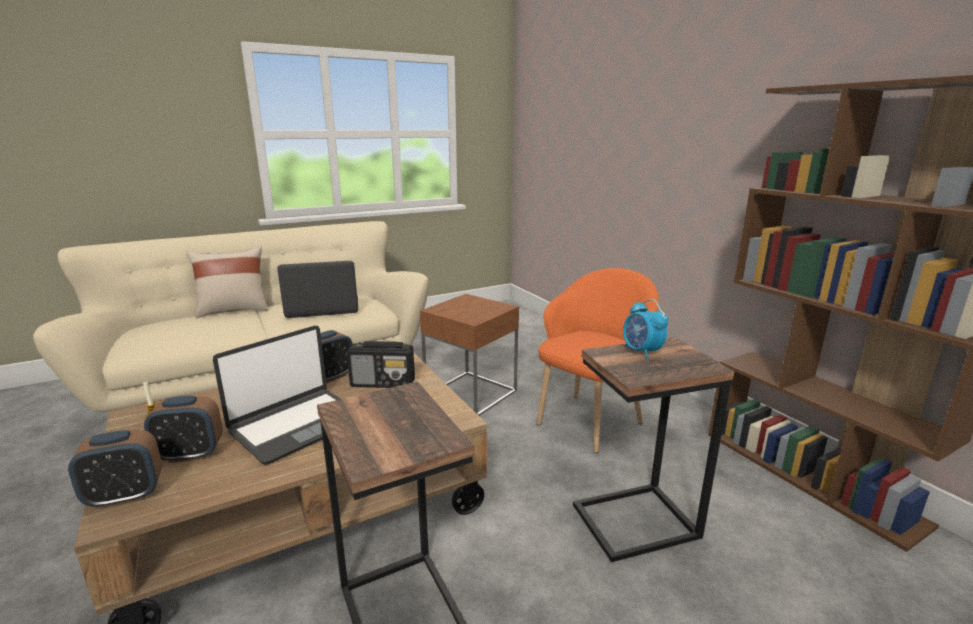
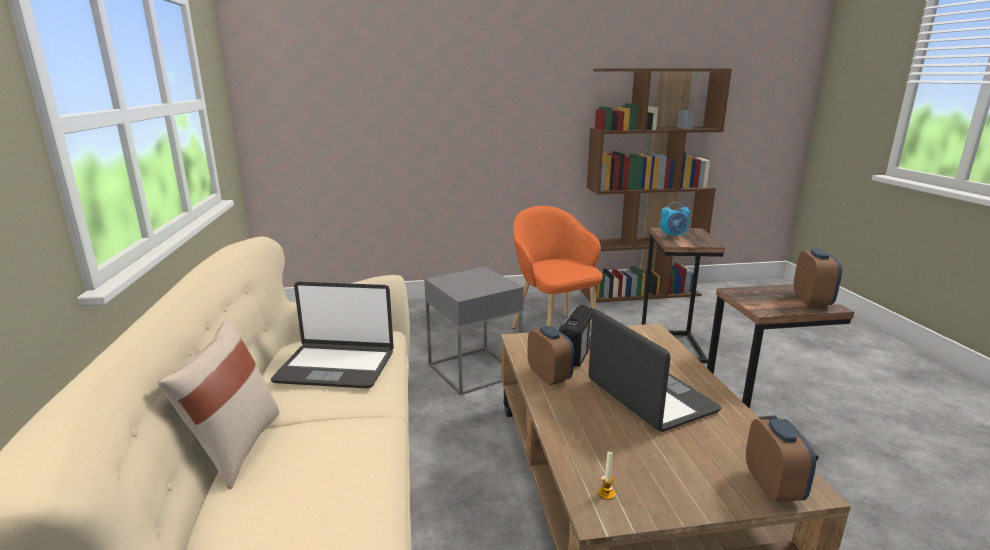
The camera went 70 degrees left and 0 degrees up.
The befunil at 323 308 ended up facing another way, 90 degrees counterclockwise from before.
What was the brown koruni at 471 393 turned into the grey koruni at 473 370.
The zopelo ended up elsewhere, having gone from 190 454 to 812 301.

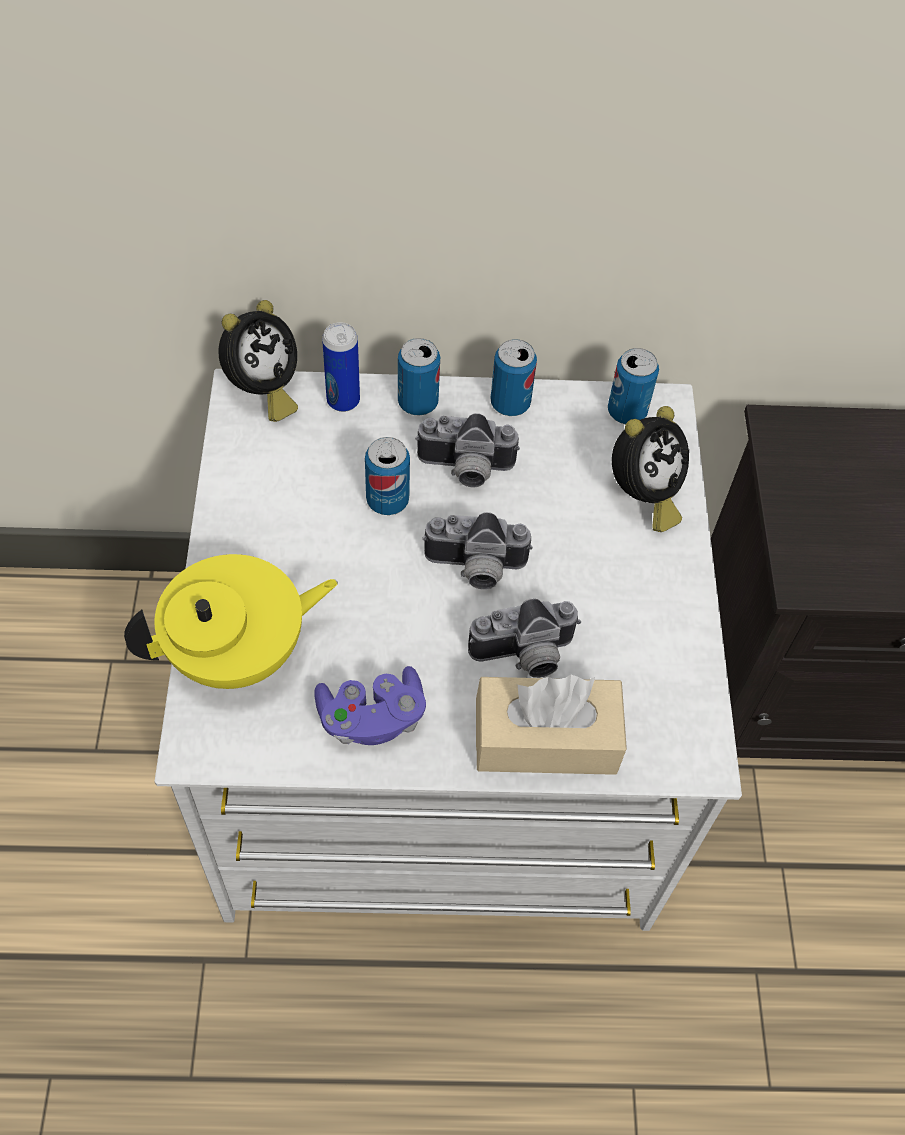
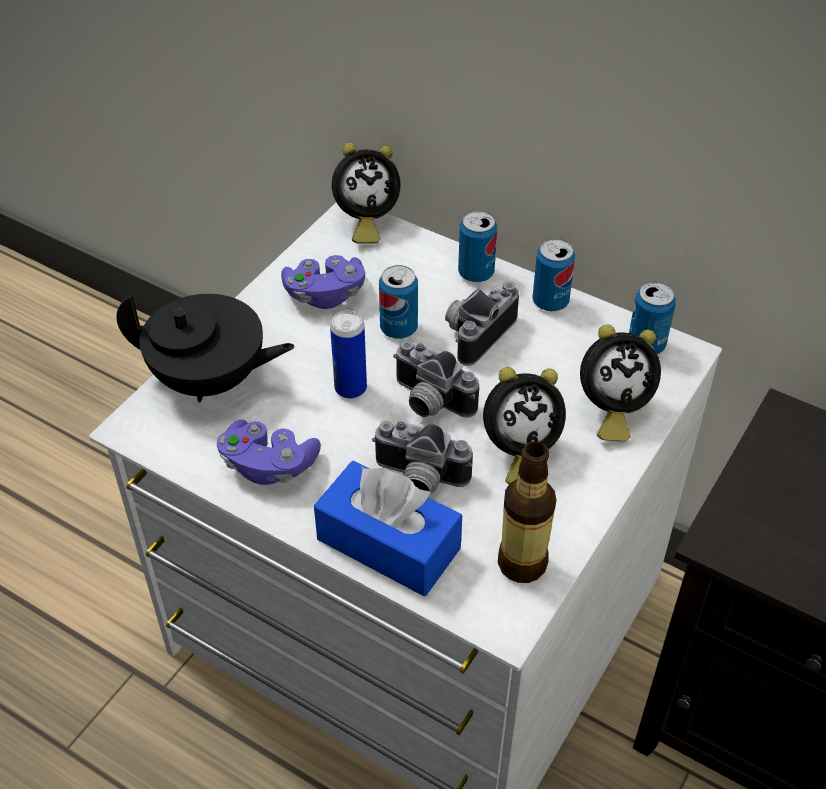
The camera went 35 degrees right and 10 degrees down.
The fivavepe ended up elsewhere, having gone from 343 400 to 350 388.
The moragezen at 465 470 ended up facing another way, 90 degrees clockwise from before.
What was the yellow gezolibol at 239 652 turned into the black gezolibol at 211 380.
What was the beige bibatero at 545 739 turned into the blue bibatero at 388 544.
The second view gained the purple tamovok at 325 294.
The second view gained the zopelo at 518 452.
The second view gained the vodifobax at 522 563.

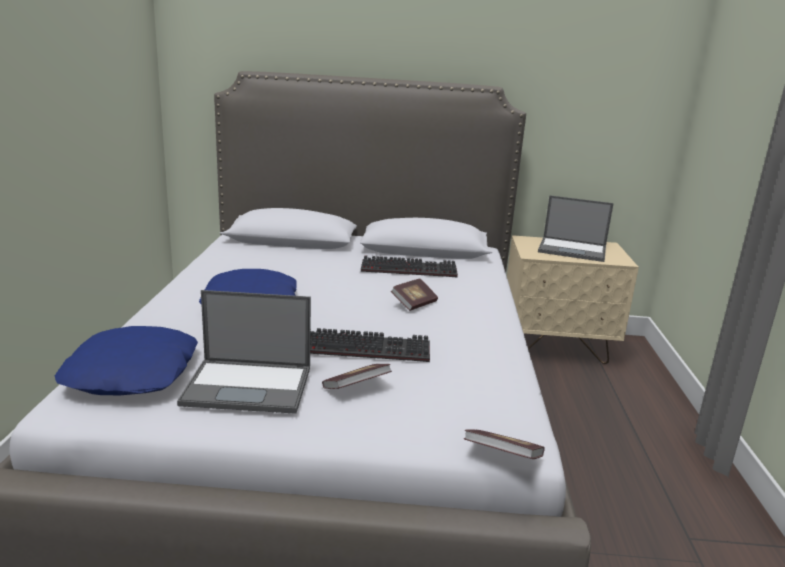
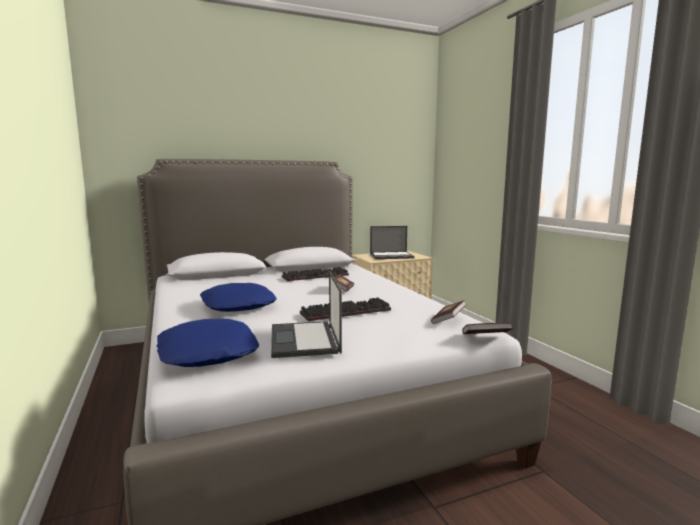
The camera went 25 degrees left and 10 degrees down.
The befunil at 250 386 ended up facing another way, 105 degrees clockwise from before.
The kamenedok ended up elsewhere, having gone from 356 388 to 448 320.

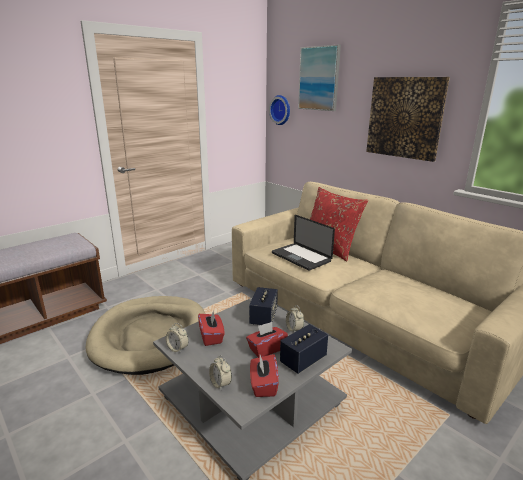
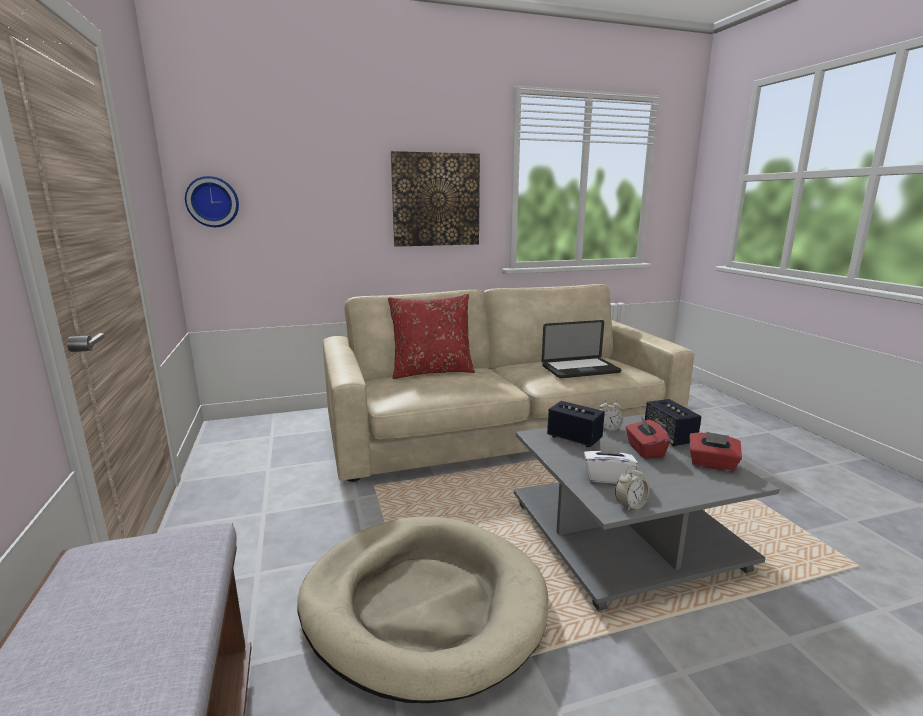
The camera went 65 degrees left and 5 degrees down.
The second view lost the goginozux at 319 78.
The befunil ended up elsewhere, having gone from 301 257 to 580 369.
What was the red bibatero at 211 337 turned into the white bibatero at 608 477.
The second view lost the zopelo at 220 384.

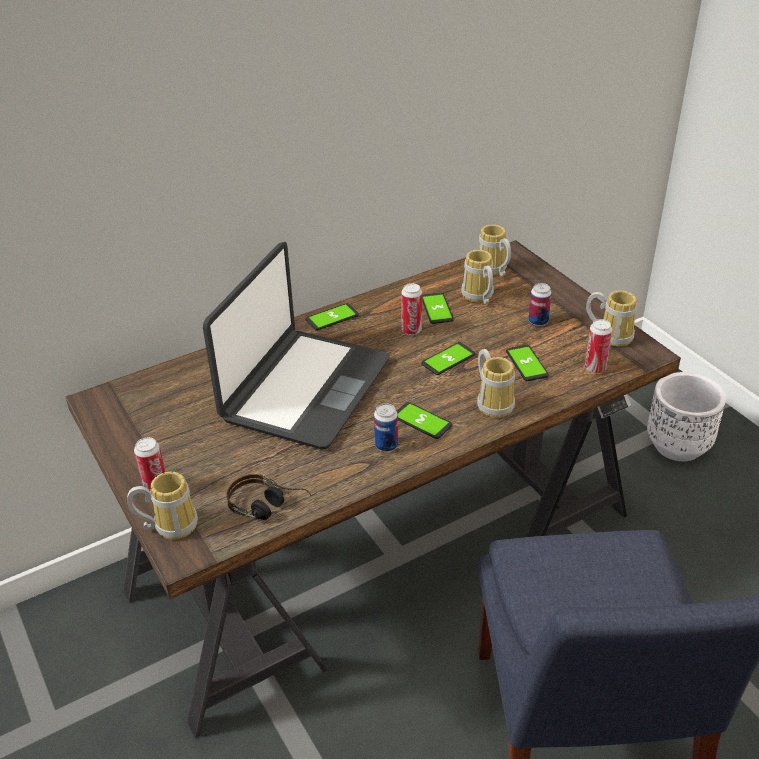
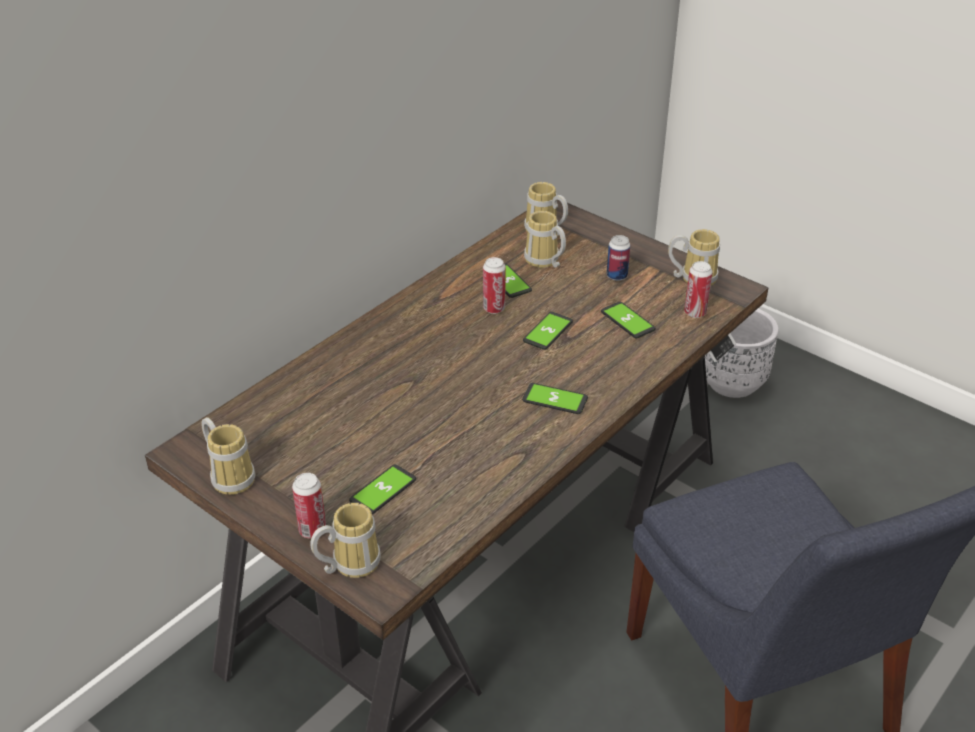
The camera went 20 degrees left and 0 degrees up.
The second view lost the befunil at 304 389.
The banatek ended up elsewhere, having gone from 332 318 to 383 490.
The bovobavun ended up elsewhere, having gone from 494 402 to 232 476.
The second view lost the fivavepe at 386 445.
The second view lost the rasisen at 269 507.

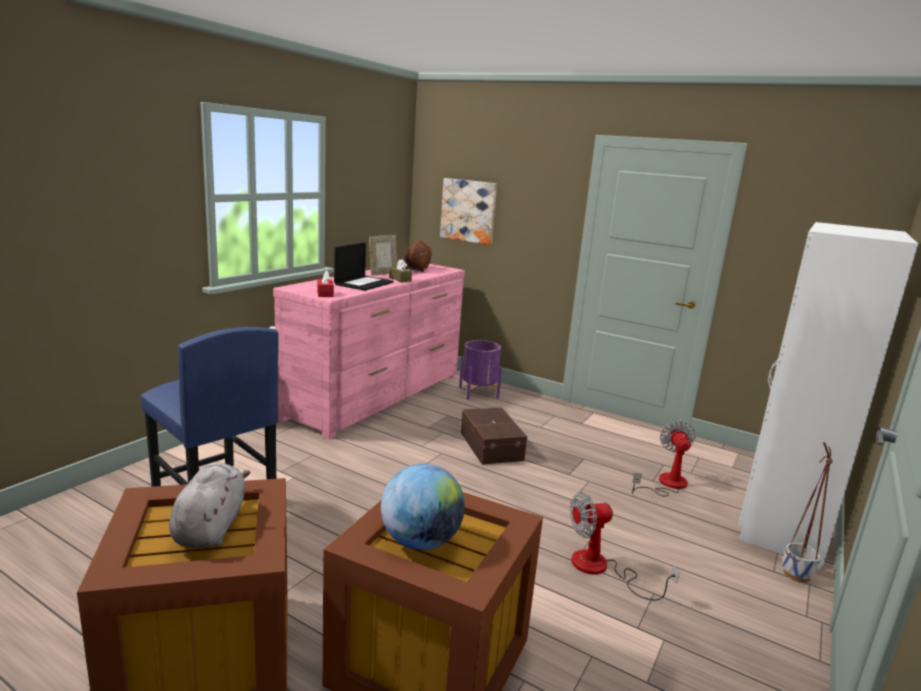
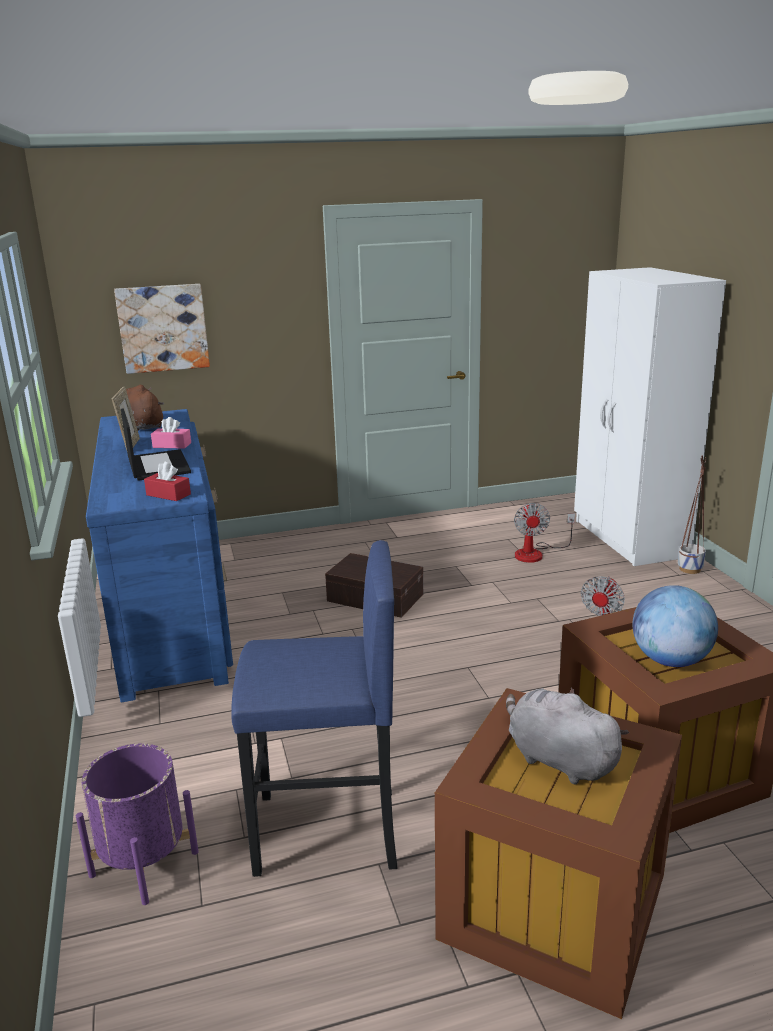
The camera went 45 degrees left and 5 degrees up.
What was the brown bibatero at 400 279 turned into the pink bibatero at 172 445.
What was the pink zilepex at 378 395 turned into the blue zilepex at 171 612.
The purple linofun ended up elsewhere, having gone from 478 392 to 144 863.
The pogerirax at 666 484 ended up facing another way, 135 degrees counterclockwise from before.

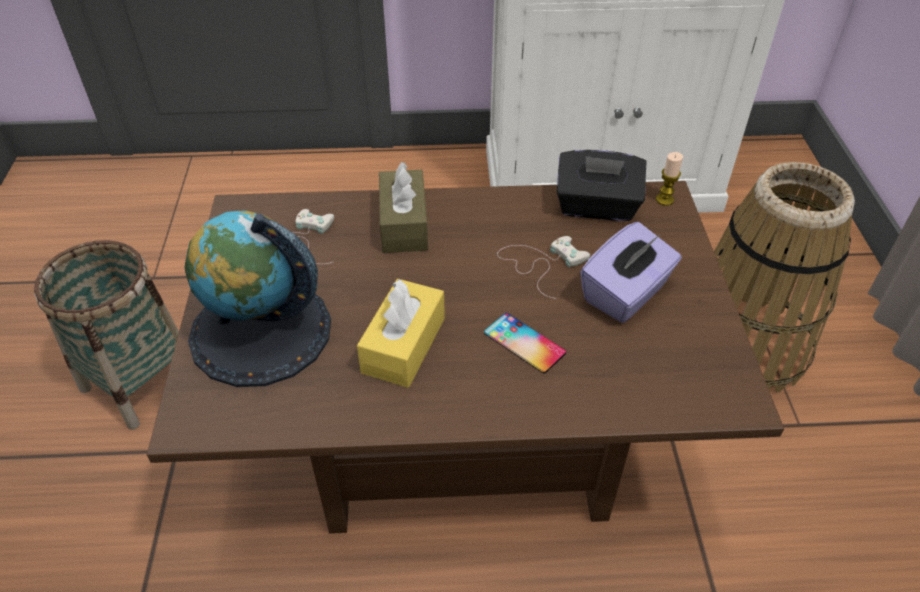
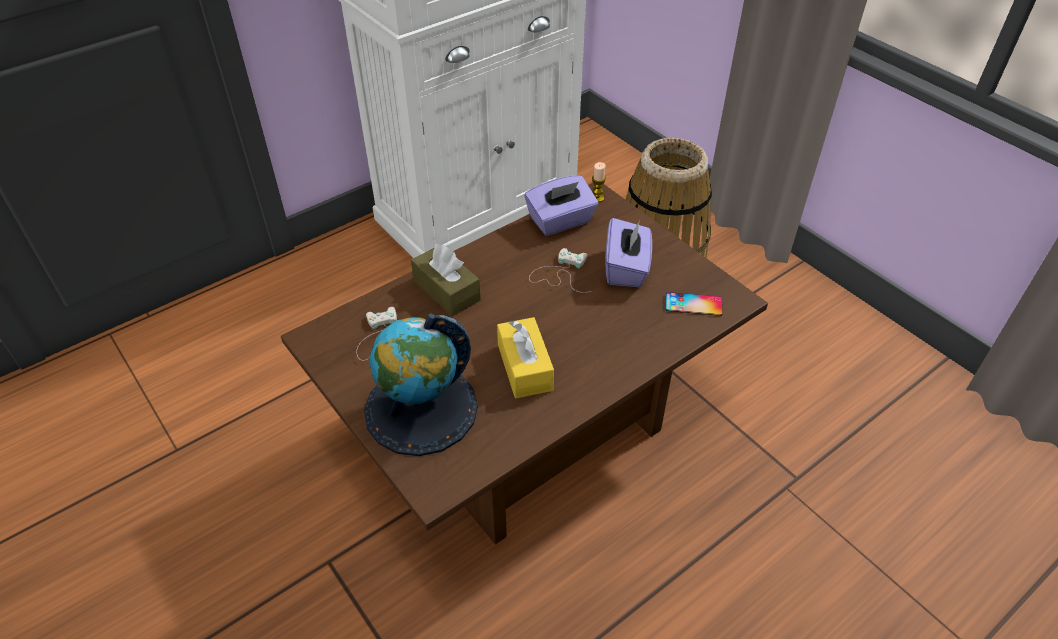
The camera went 35 degrees left and 0 degrees up.
What was the black bibatero at 596 207 turned into the purple bibatero at 561 221.
The second view lost the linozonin at 140 381.
The banatek ended up elsewhere, having gone from 524 343 to 693 304.

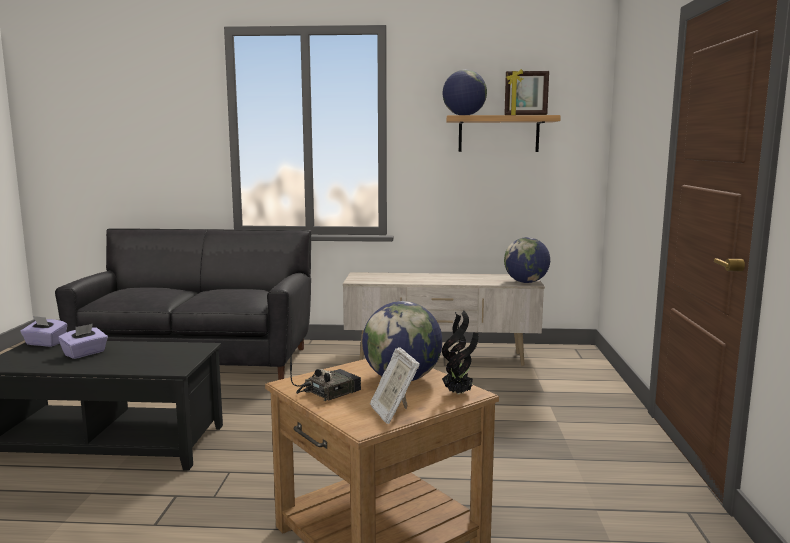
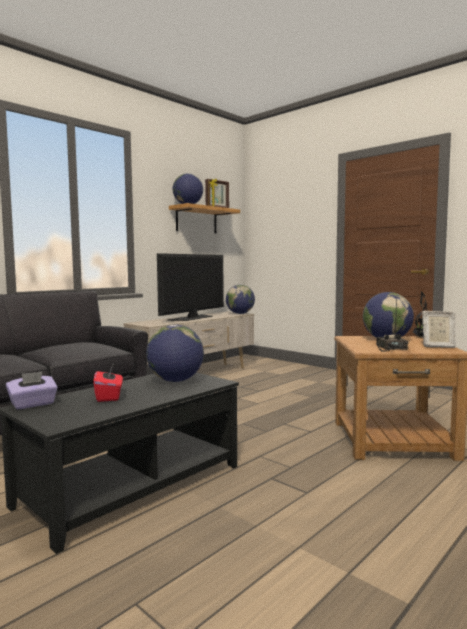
The camera went 50 degrees left and 5 degrees down.
What was the purple bibatero at 85 353 turned into the red bibatero at 109 396.
The second view gained the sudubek at 192 318.
The second view gained the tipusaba at 175 381.

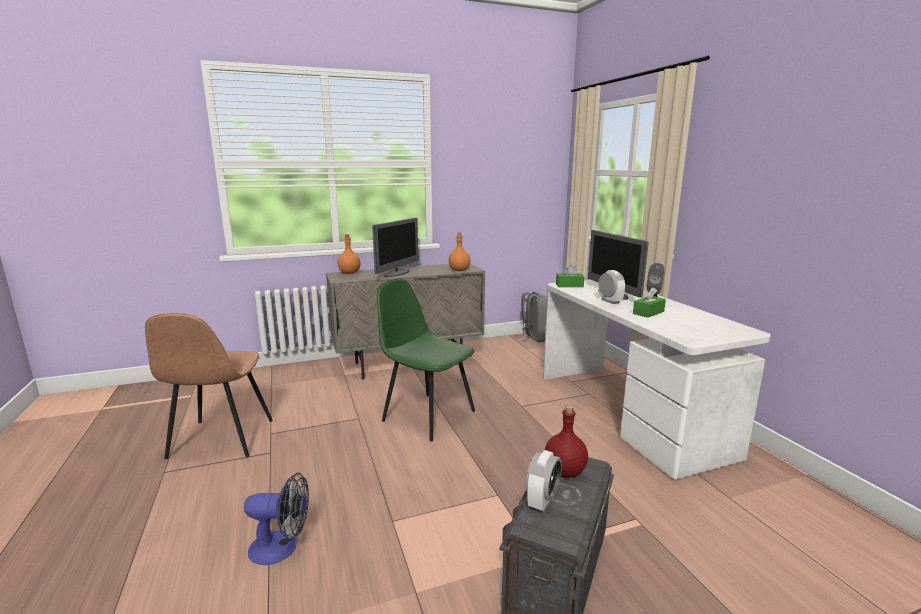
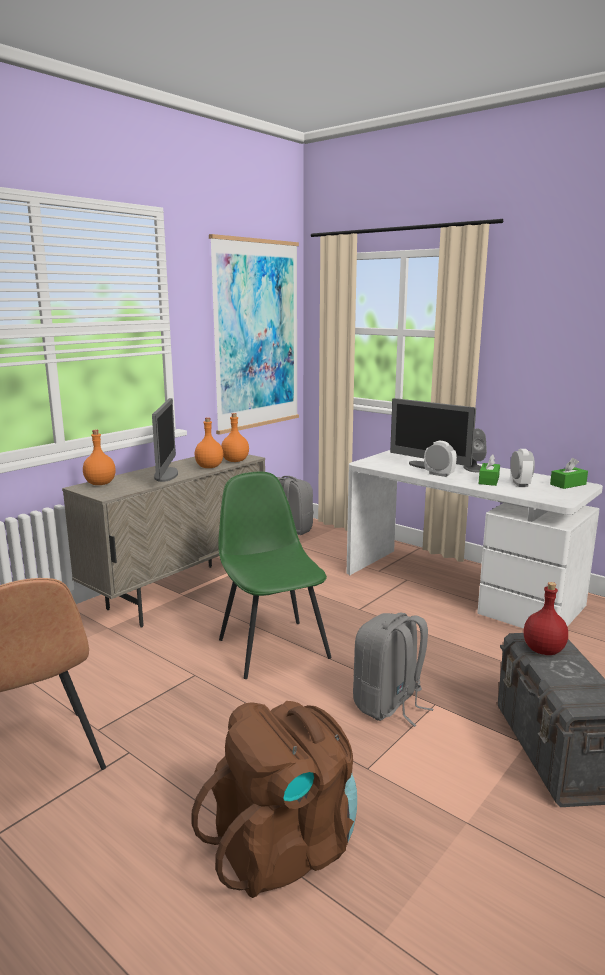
The camera went 30 degrees left and 0 degrees up.
The green bibatero ended up elsewhere, having gone from 569 285 to 568 484.
The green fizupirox at 427 415 ended up facing another way, 60 degrees clockwise from before.
The zopelo ended up elsewhere, having gone from 542 501 to 520 484.
Where the pogerirax stood at 282 547, the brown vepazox came to stand at 284 846.
The second view gained the goginozux at 256 335.
The second view gained the orange vodifobax at 210 467.
The second view gained the grey vepazox at 389 705.

